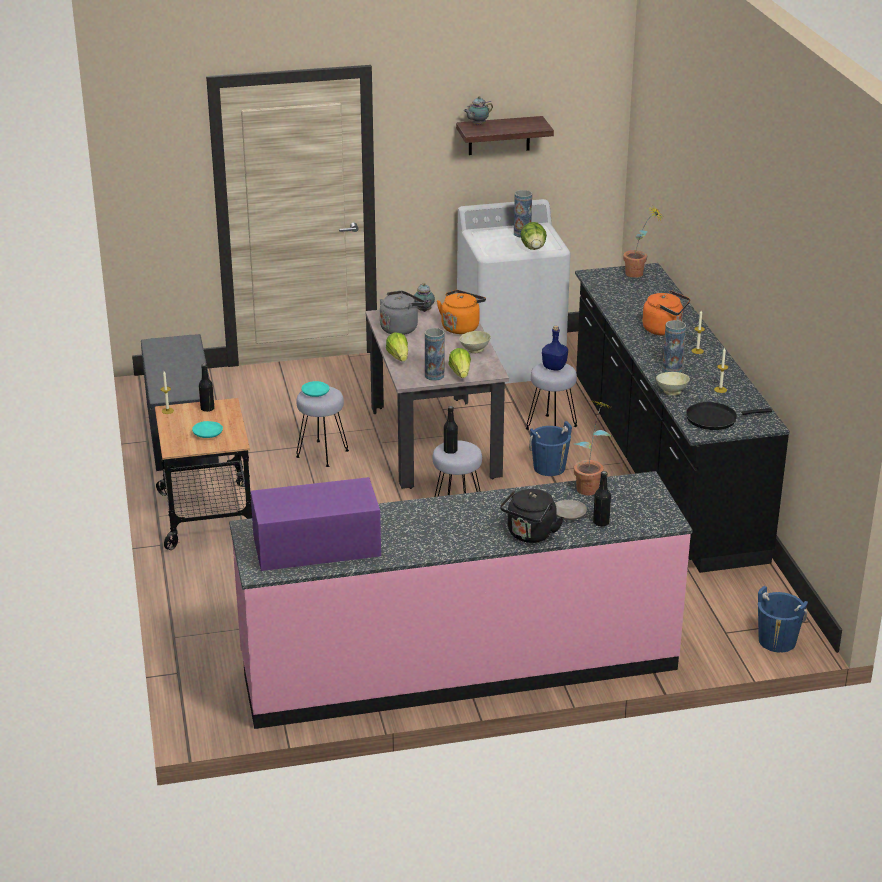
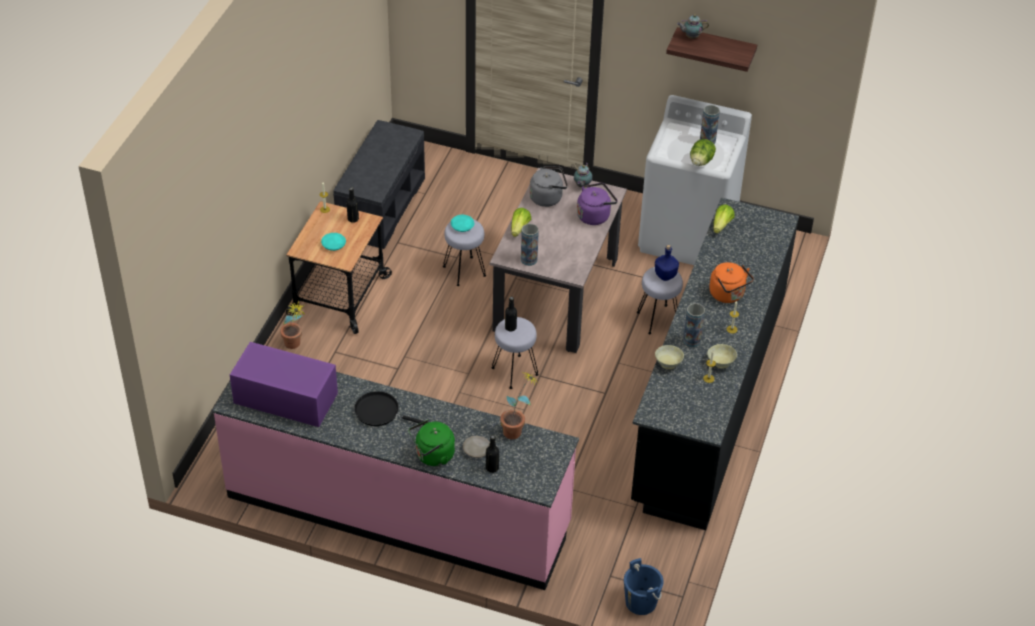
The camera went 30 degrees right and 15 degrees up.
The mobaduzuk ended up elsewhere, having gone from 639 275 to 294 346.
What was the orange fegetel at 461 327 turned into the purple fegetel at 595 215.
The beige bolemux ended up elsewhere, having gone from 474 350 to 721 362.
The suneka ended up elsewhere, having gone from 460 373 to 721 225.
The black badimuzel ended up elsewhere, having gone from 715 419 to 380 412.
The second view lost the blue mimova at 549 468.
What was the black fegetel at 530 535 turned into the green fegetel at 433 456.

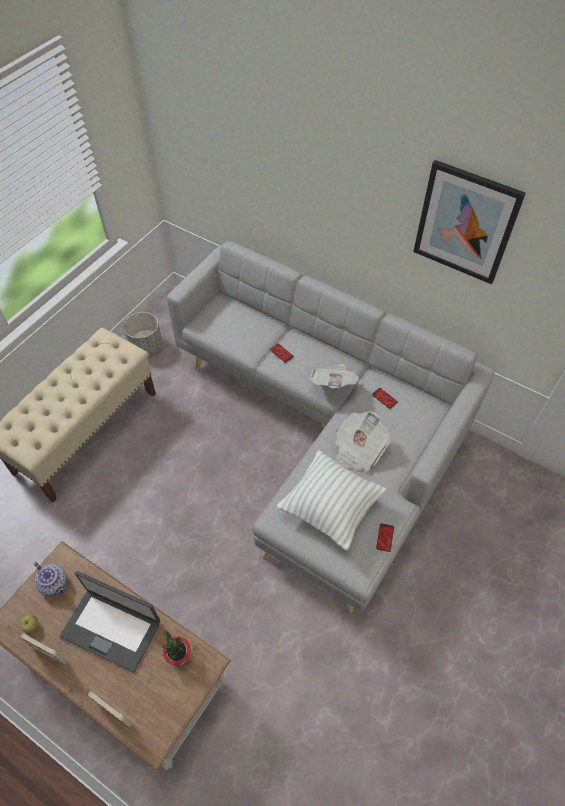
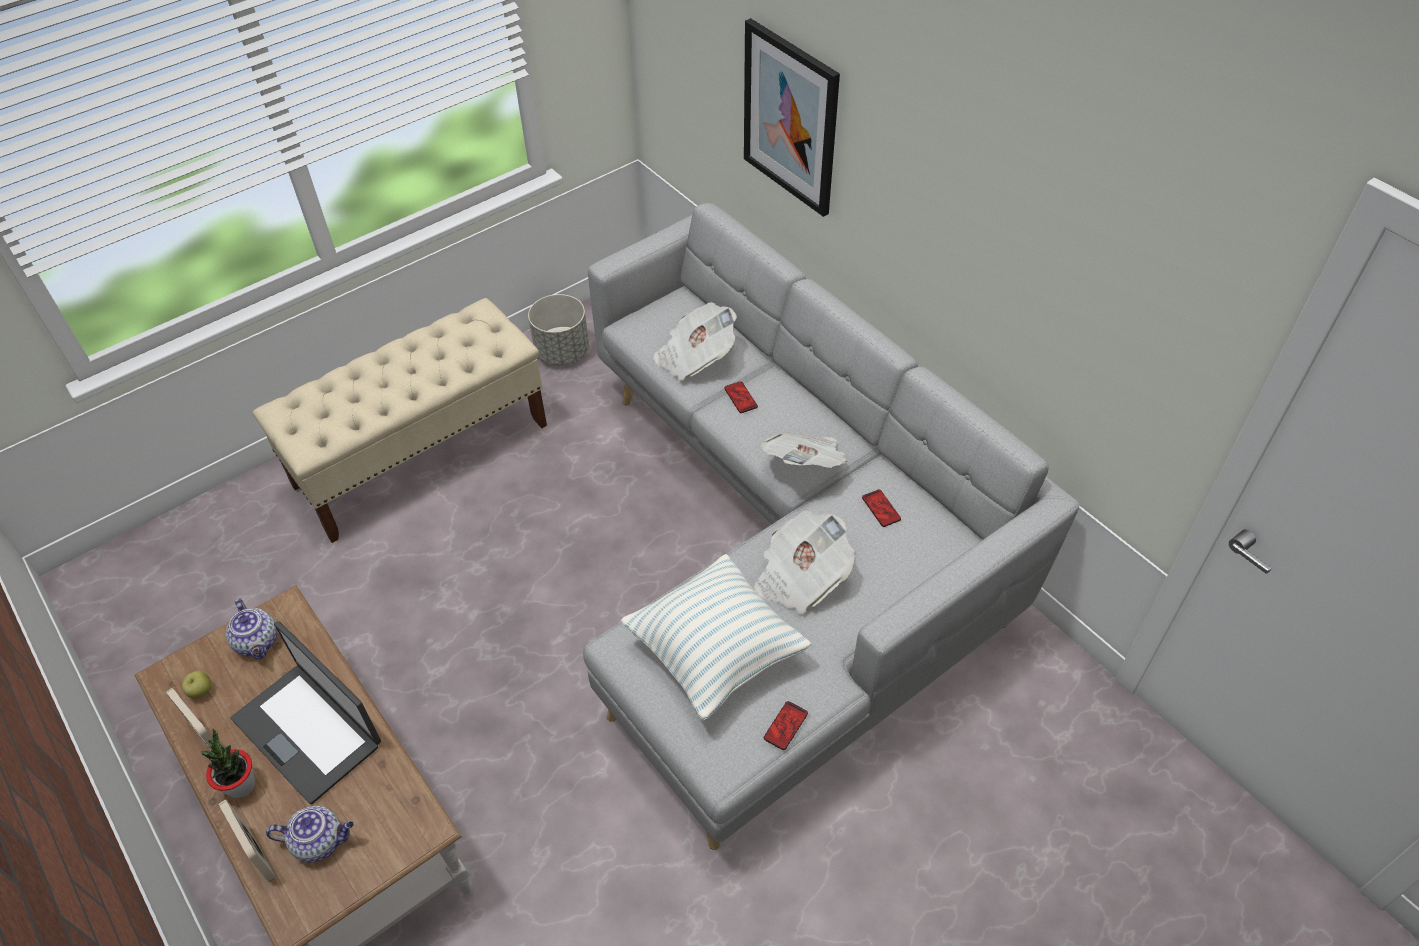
The camera went 20 degrees right and 5 degrees down.
The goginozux ended up elsewhere, having gone from 465 223 to 790 118.
The mobaduzuk ended up elsewhere, having gone from 179 656 to 241 785.
The second view gained the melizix at 695 357.
The second view gained the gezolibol at 320 841.

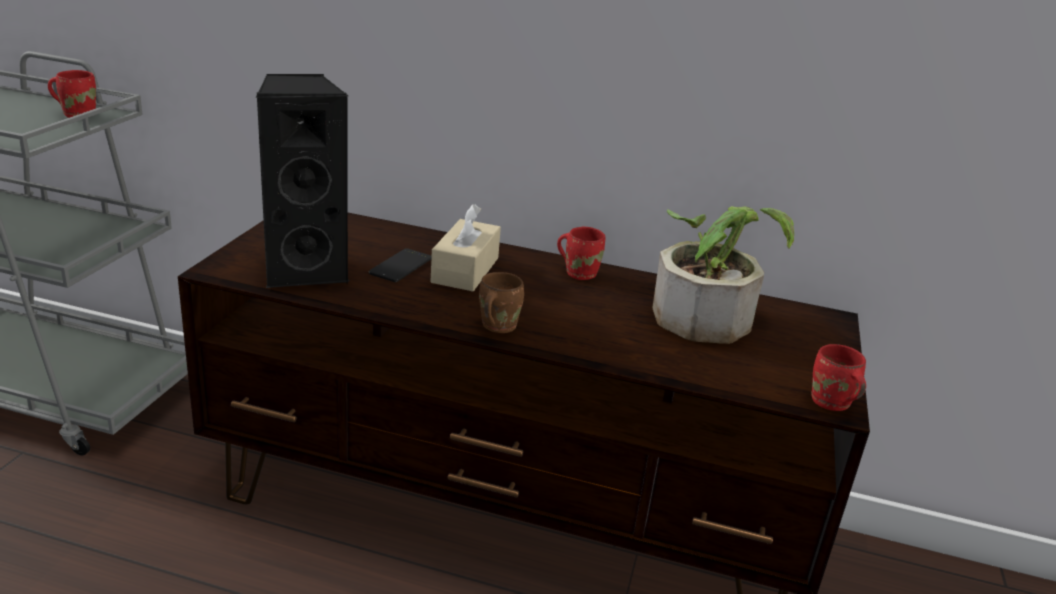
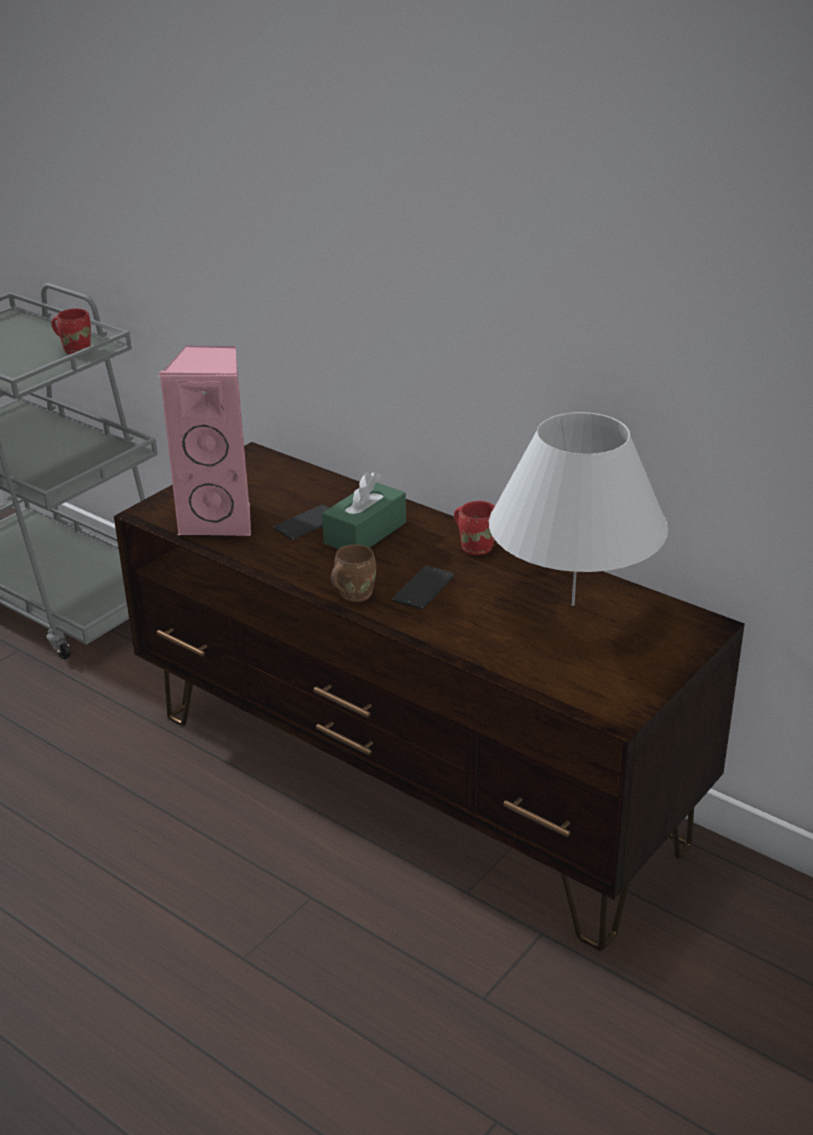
The camera went 25 degrees right and 5 degrees up.
What was the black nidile at 305 270 turned into the pink nidile at 221 520.
What was the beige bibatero at 465 270 turned into the green bibatero at 365 533.
Where the mobaduzuk stood at 708 313, the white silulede came to stand at 573 605.
The second view lost the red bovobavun at 830 403.
The second view gained the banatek at 424 588.

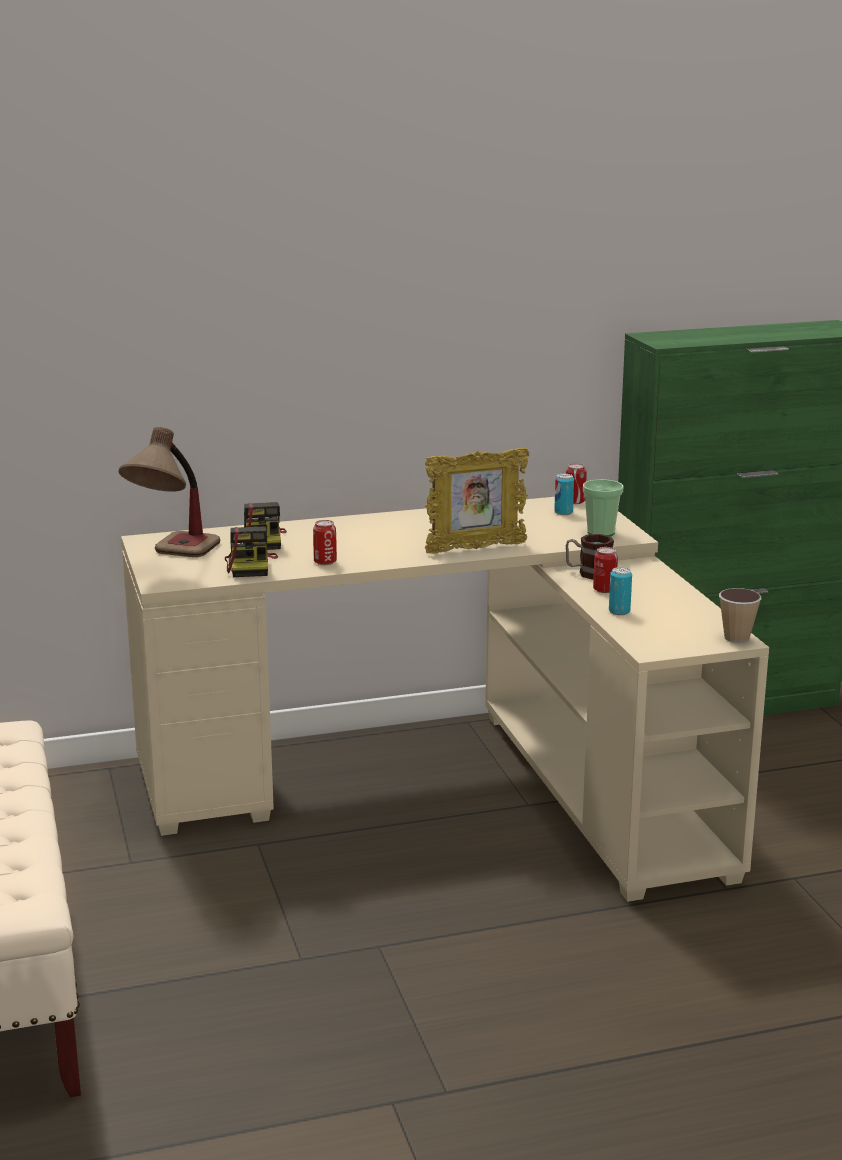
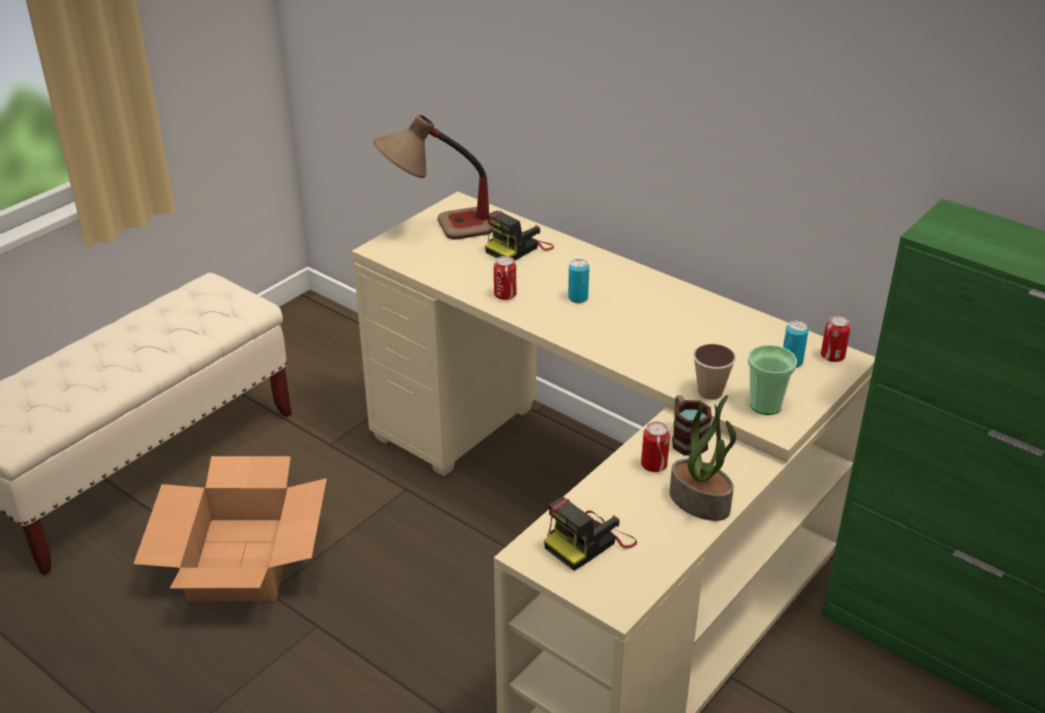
The camera went 55 degrees right and 15 degrees up.
The second view lost the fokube at 475 548.
The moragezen ended up elsewhere, having gone from 250 566 to 589 542.
The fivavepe ended up elsewhere, having gone from 619 611 to 578 298.
The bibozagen ended up elsewhere, having gone from 736 638 to 710 392.
The second view gained the mobaduzuk at 701 502.
The second view gained the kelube at 241 559.

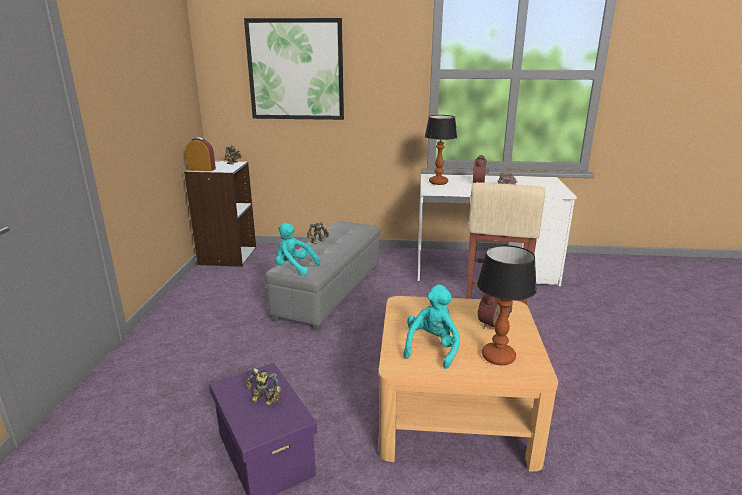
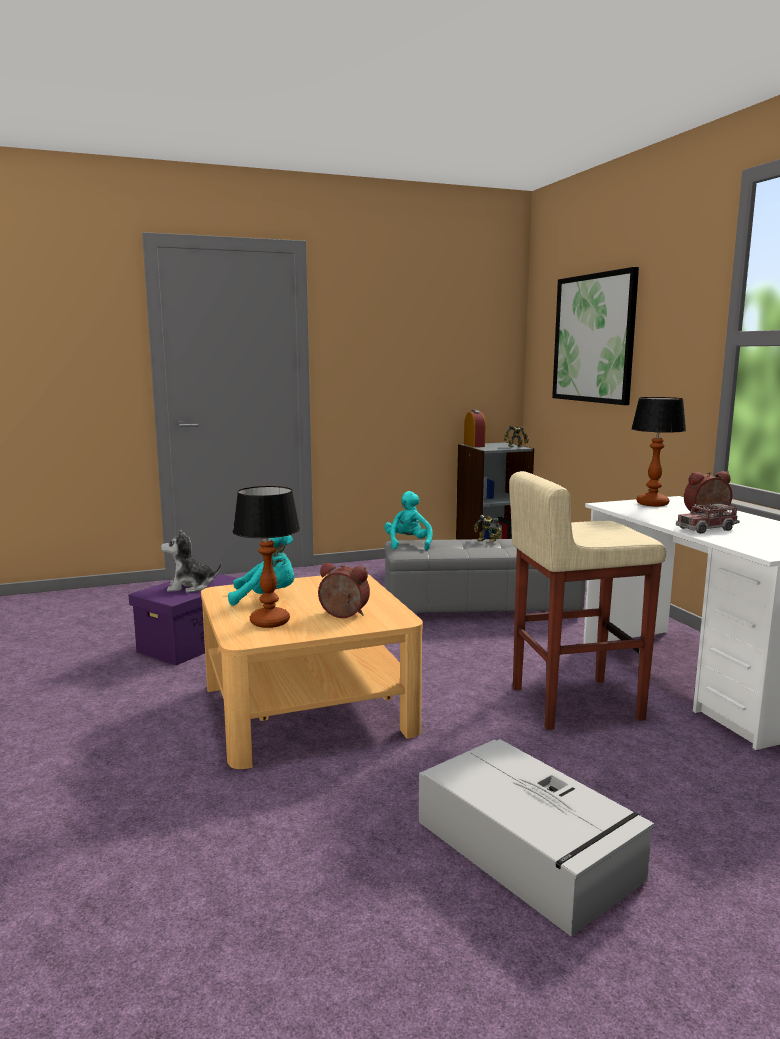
The camera went 65 degrees right and 10 degrees down.
Where the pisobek stood at 263 401, the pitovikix came to stand at 190 587.
The second view gained the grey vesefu at 529 851.

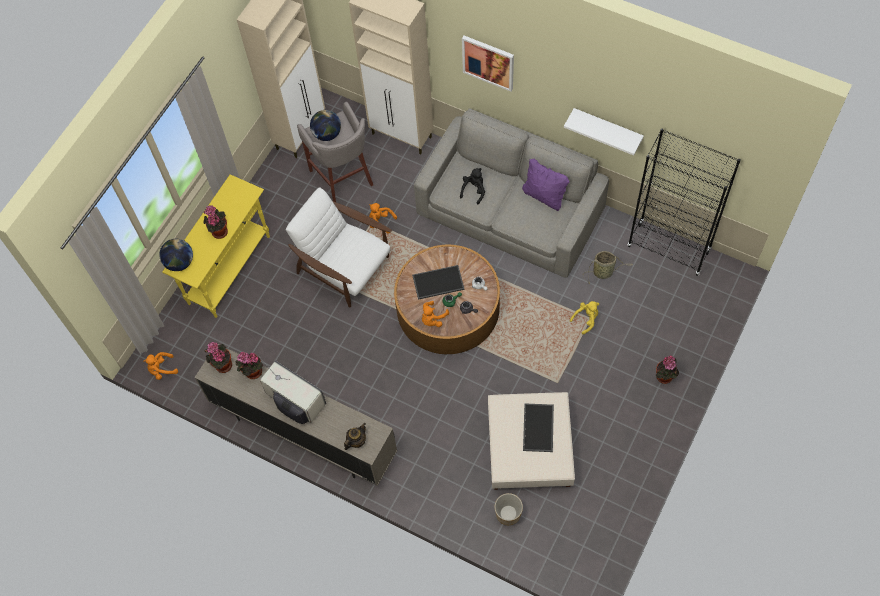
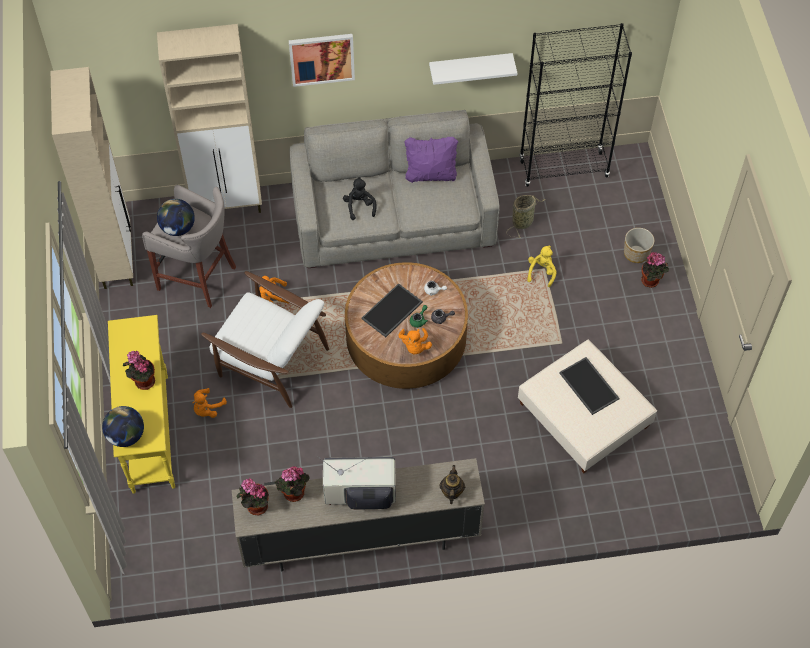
The camera went 40 degrees left and 5 degrees down.
The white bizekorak at 345 267 ended up facing another way, 150 degrees counterclockwise from before.
The orange pitovikix ended up elsewhere, having gone from 162 369 to 207 409.
The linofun ended up elsewhere, having gone from 508 514 to 636 253.

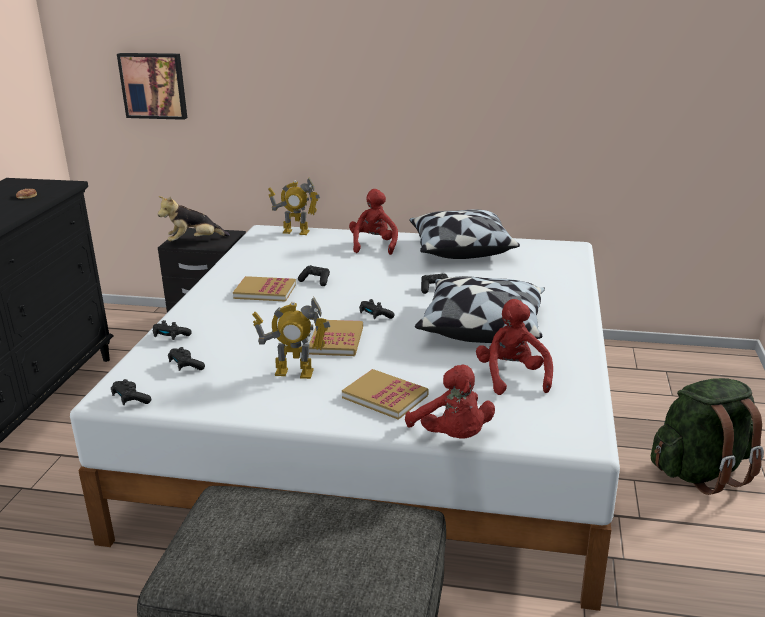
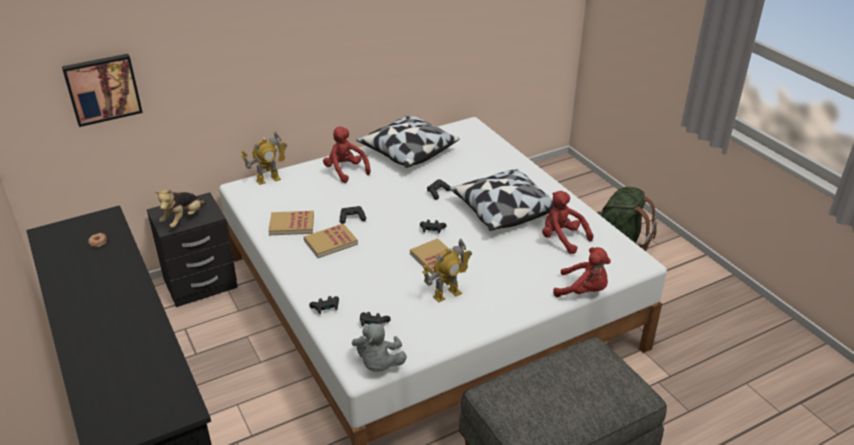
The camera went 40 degrees left and 10 degrees up.
The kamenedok ended up elsewhere, having gone from 385 396 to 292 224.
Where the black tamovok stood at 131 399, the grey pitovikix came to stand at 379 364.

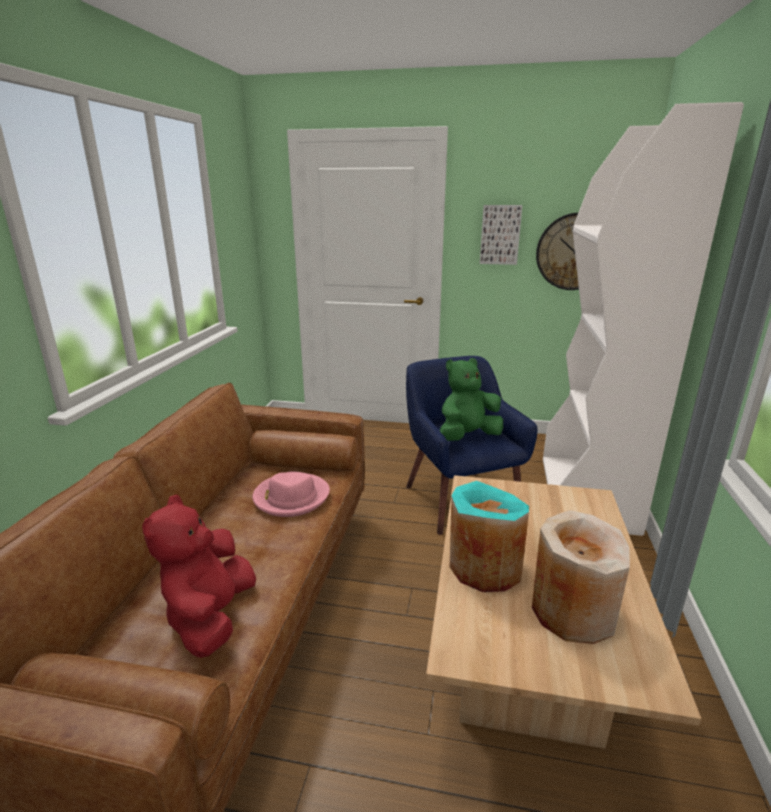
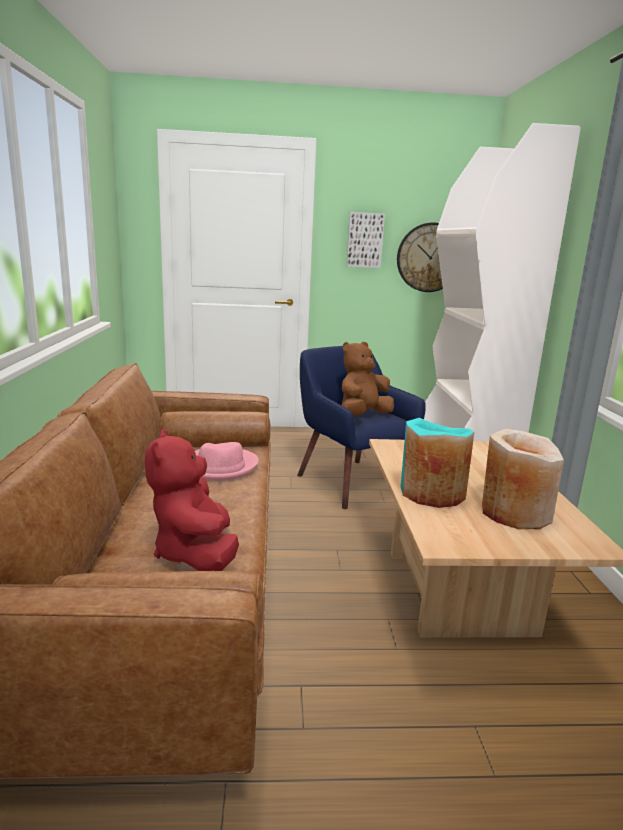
The camera went 15 degrees left and 5 degrees down.
What was the green pitovikix at 467 437 turned into the brown pitovikix at 362 416.

